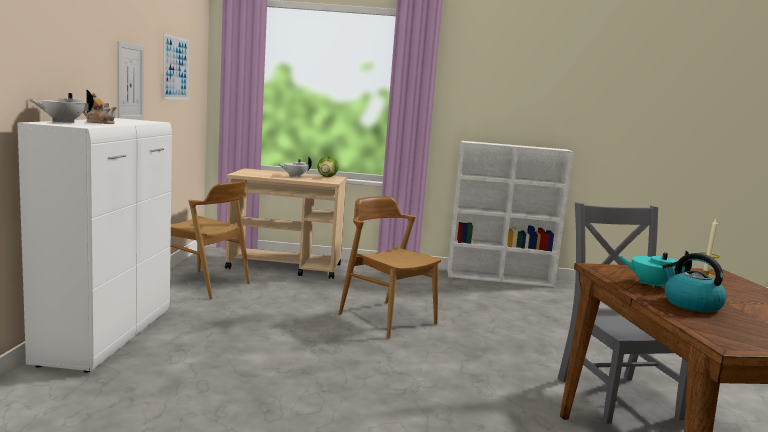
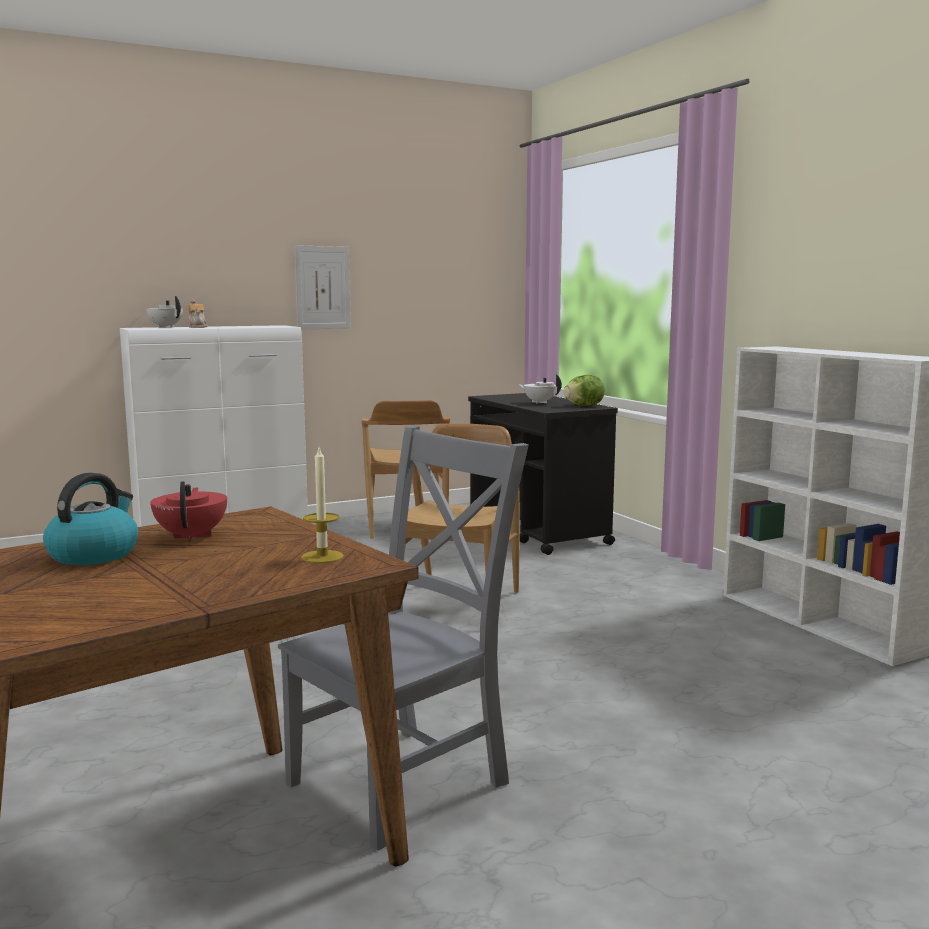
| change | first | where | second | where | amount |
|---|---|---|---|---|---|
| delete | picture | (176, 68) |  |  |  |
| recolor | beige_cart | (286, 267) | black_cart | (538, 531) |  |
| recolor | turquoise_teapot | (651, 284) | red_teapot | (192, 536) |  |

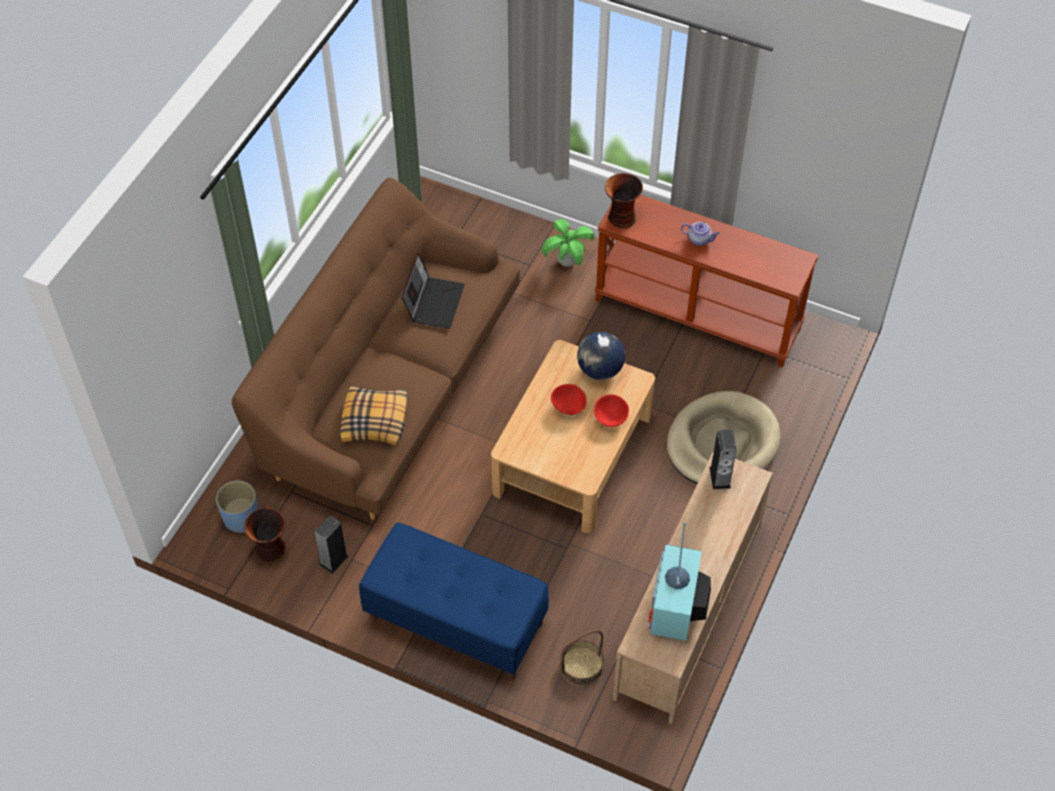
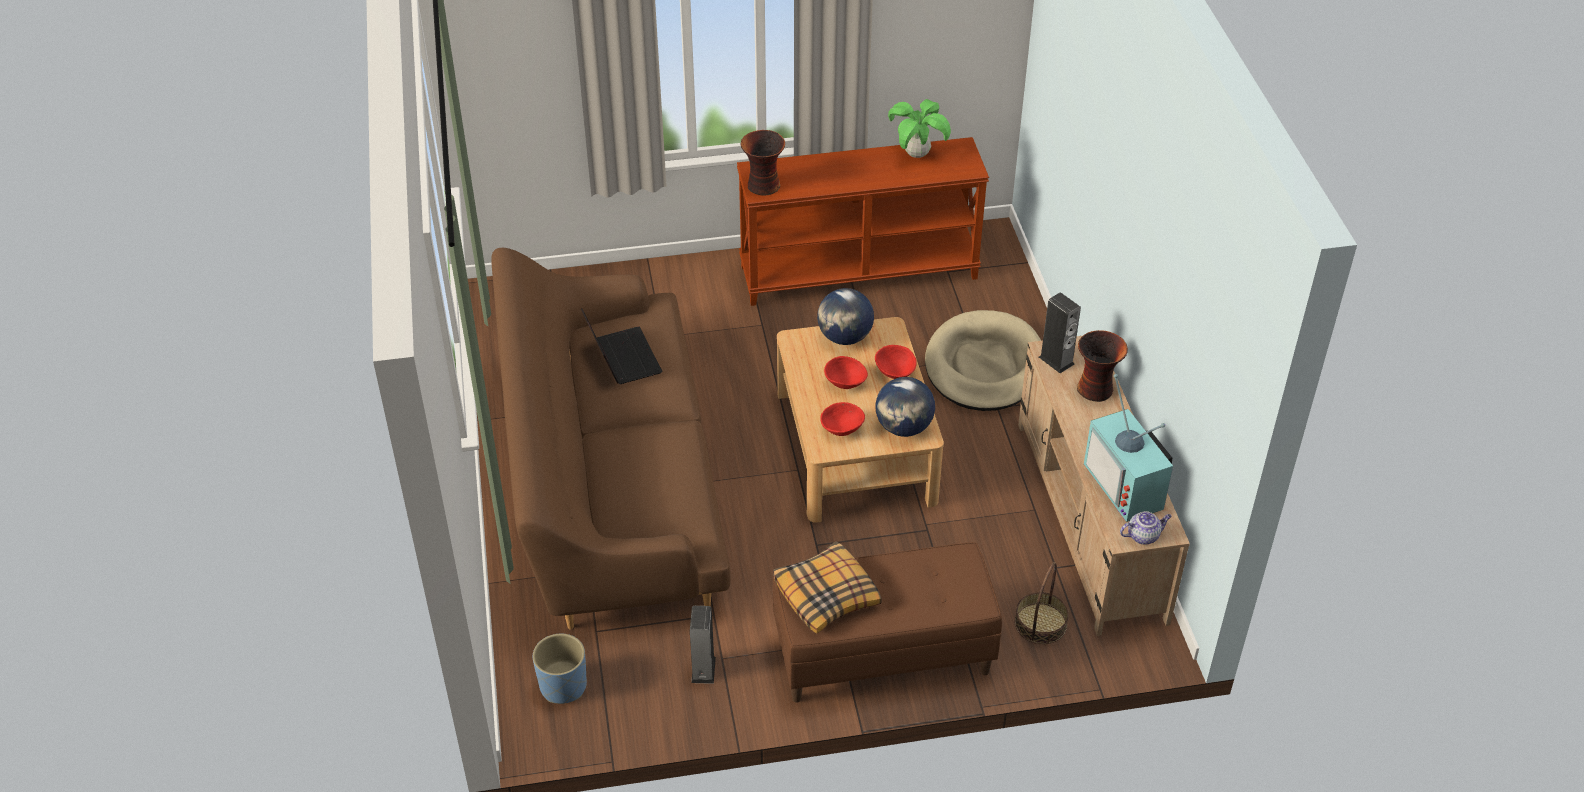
| change | first | where | second | where | amount |
|---|---|---|---|---|---|
| move | potted_plant | (567, 262) |  | (916, 154) |  |
| move | teapot | (699, 239) |  | (1143, 536) |  |
| move | pillow | (375, 421) |  | (827, 595) |  |
| move | vase | (271, 550) |  | (1096, 389) |  |
| recolor | blue_bench | (455, 621) | brown_bench | (882, 655) |  |
| insert |  |  | globe | (903, 428) |  |
| insert |  |  | red_bowl | (842, 429) |  |

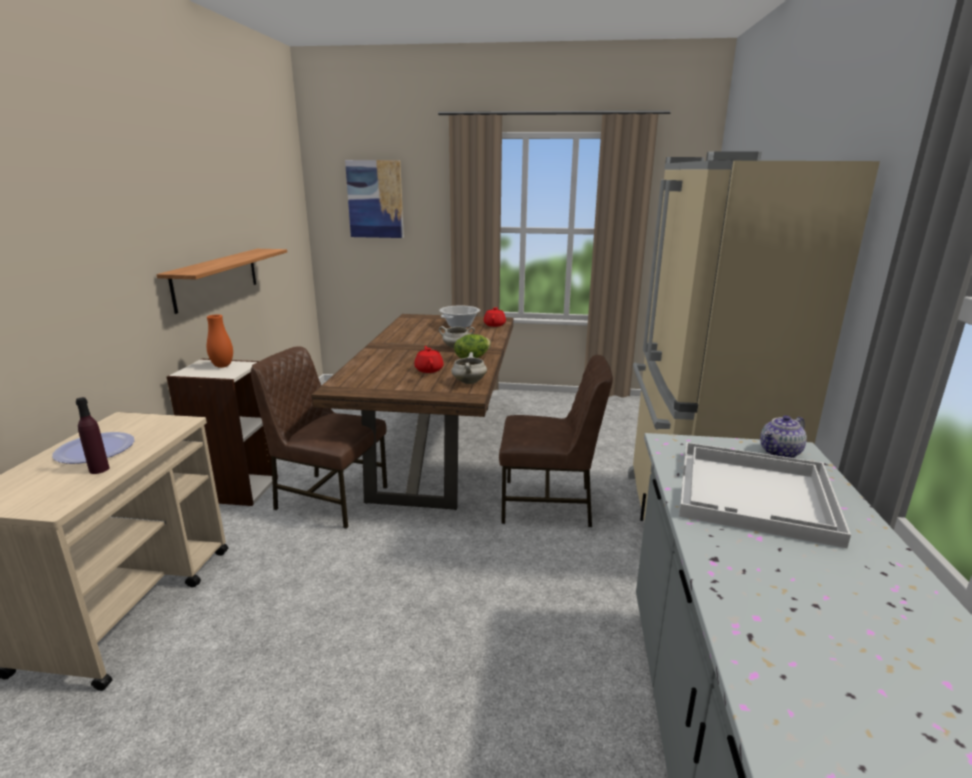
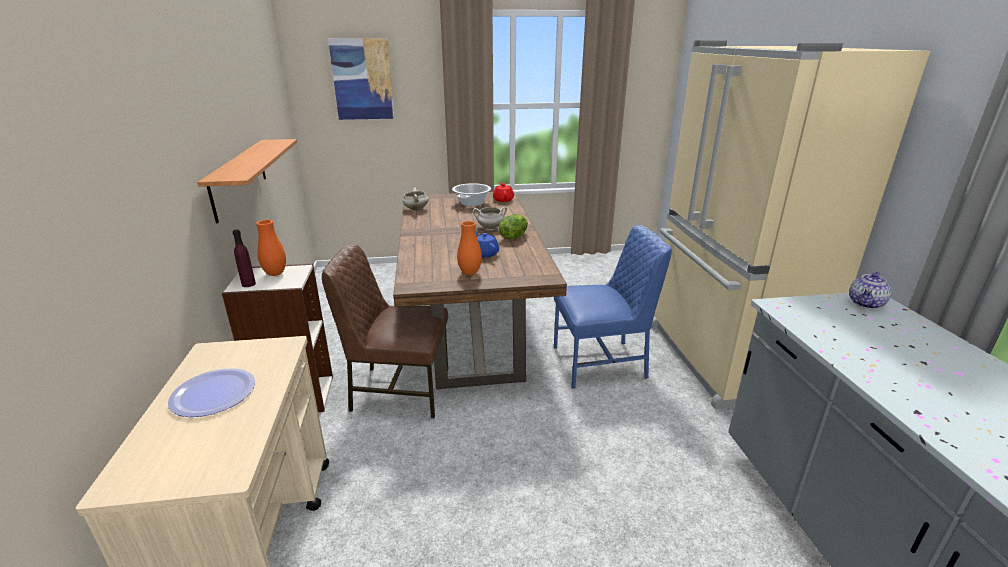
| change | first | where | second | where | amount |
|---|---|---|---|---|---|
| recolor | red_teapot | (429, 369) | blue_teapot | (485, 253) |  |
| move | white_cooking_pot | (468, 382) |  | (415, 209) |  |
| recolor | brown_chair | (548, 504) | blue_chair | (601, 362) |  |
| move | purple_bottle | (99, 469) |  | (248, 284) |  |
| delete | white_tray | (756, 494) |  |  |  |
| insert |  |  | orange_vase | (470, 273) |  |

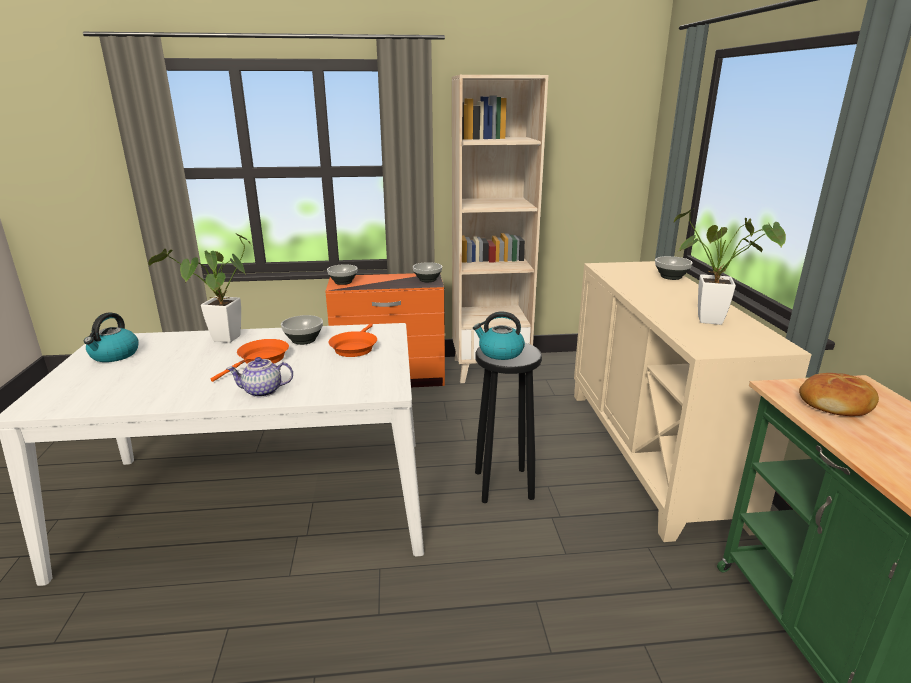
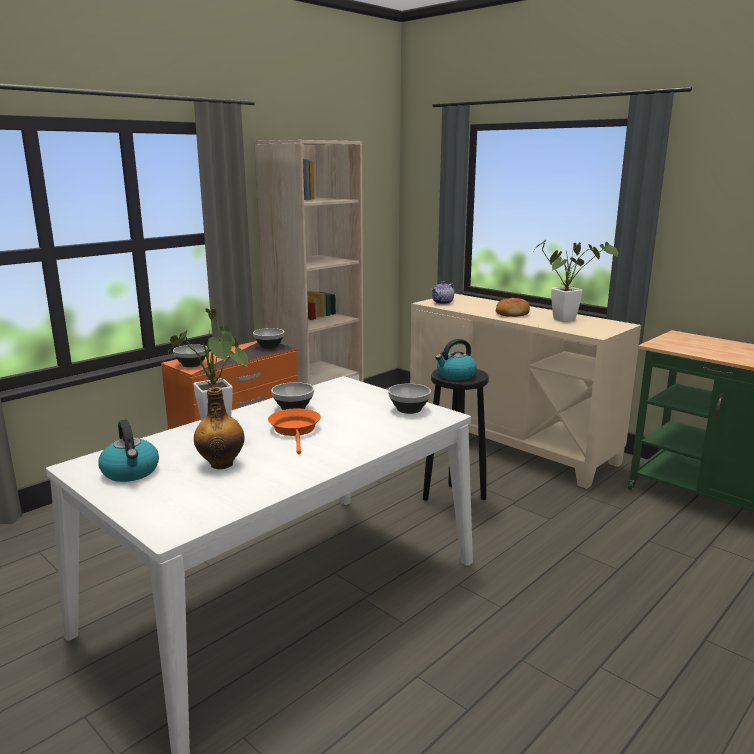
| change | first | where | second | where | amount |
|---|---|---|---|---|---|
| move | bowl | (671, 277) |  | (409, 409) |  |
| delete | orange_frying_pan | (354, 347) |  |  |  |
| move | teapot | (262, 392) |  | (443, 303) |  |
| move | bread | (836, 404) |  | (512, 314) |  |
| insert |  |  | bottle | (221, 463) |  |

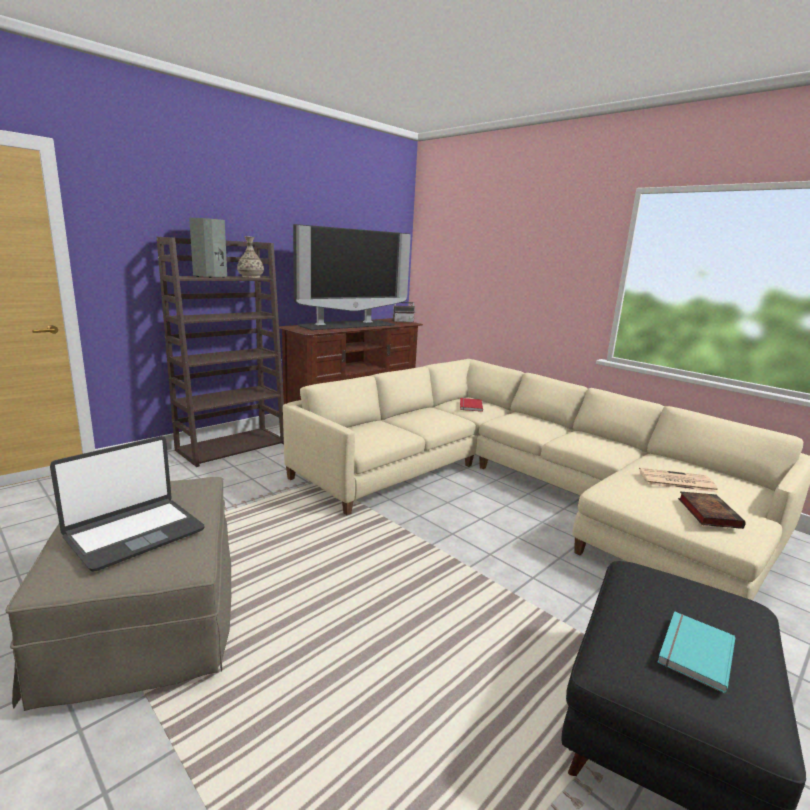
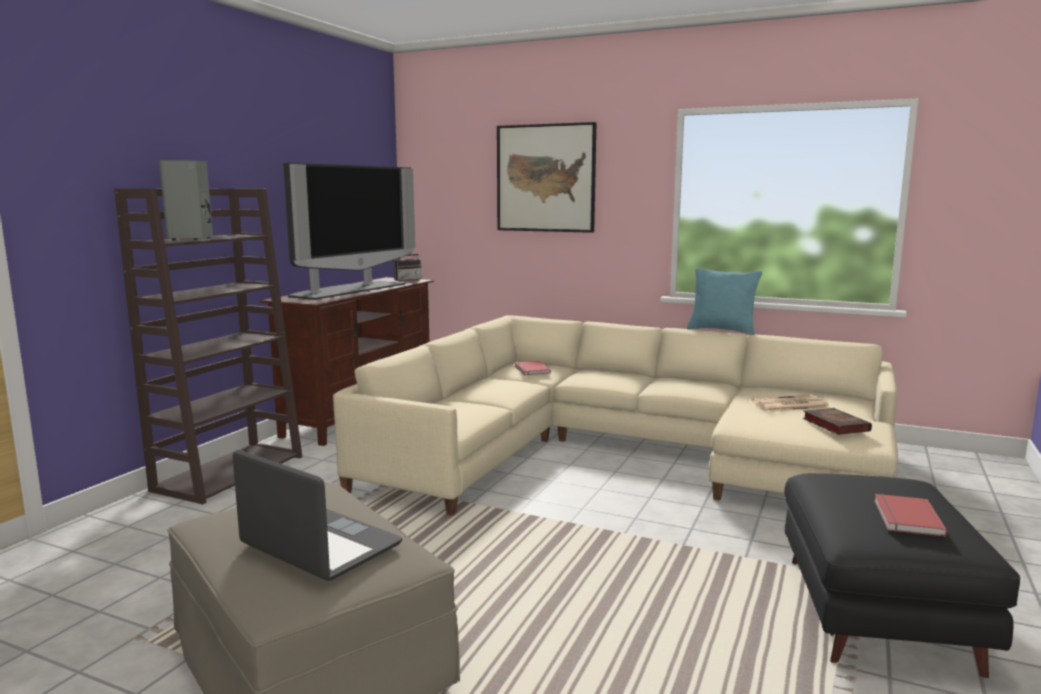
| change | first | where | second | where | amount |
|---|---|---|---|---|---|
| delete | vase | (251, 277) |  |  |  |
| rotate | laptop | (134, 533) |  | (319, 546) | 75 degrees counterclockwise |
| recolor | turquoise_book | (693, 651) | red_book | (905, 517) |  |
| insert |  |  | picture | (545, 178) |  |
| insert |  |  | turquoise_pillow | (722, 330) |  |

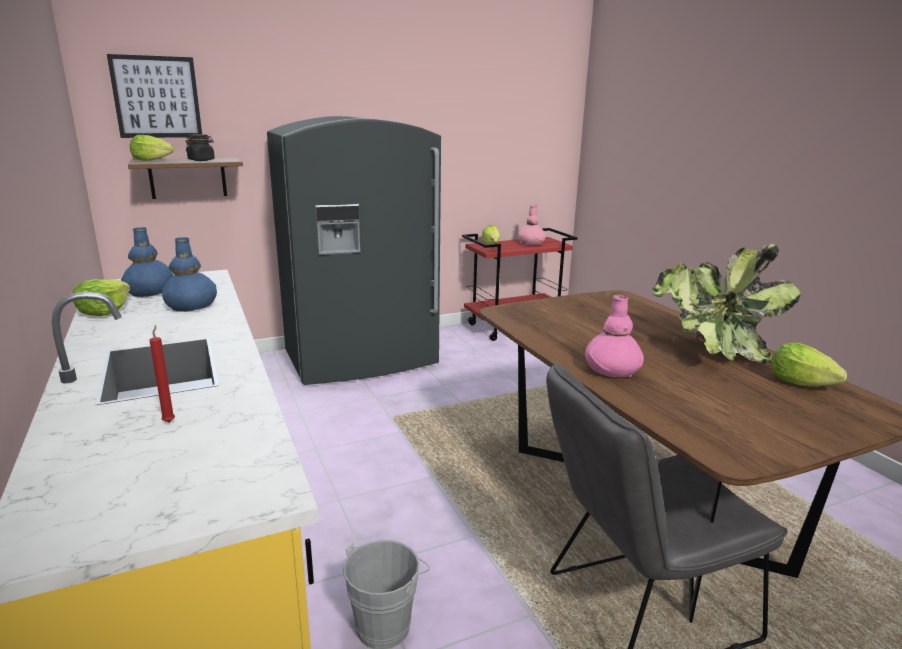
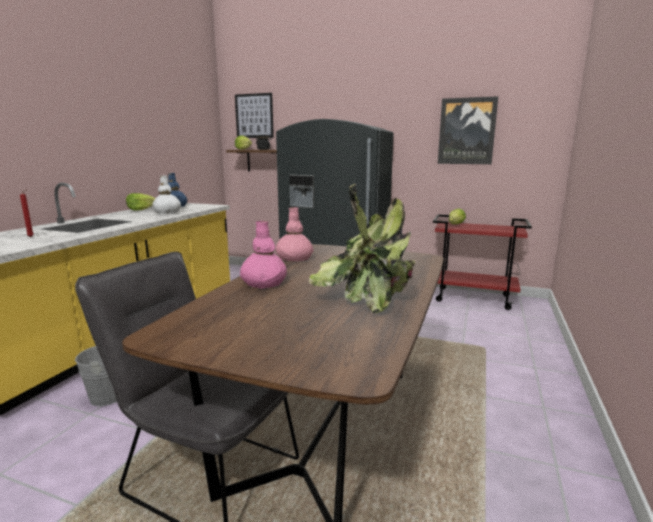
| change | first | where | second | where | amount |
|---|---|---|---|---|---|
| move | pink_vase | (531, 243) |  | (294, 259) |  |
| recolor | blue_vase | (191, 306) | white_vase | (167, 212) |  |
| delete | lettuce | (800, 383) |  |  |  |
| insert |  |  | picture | (466, 131) |  |

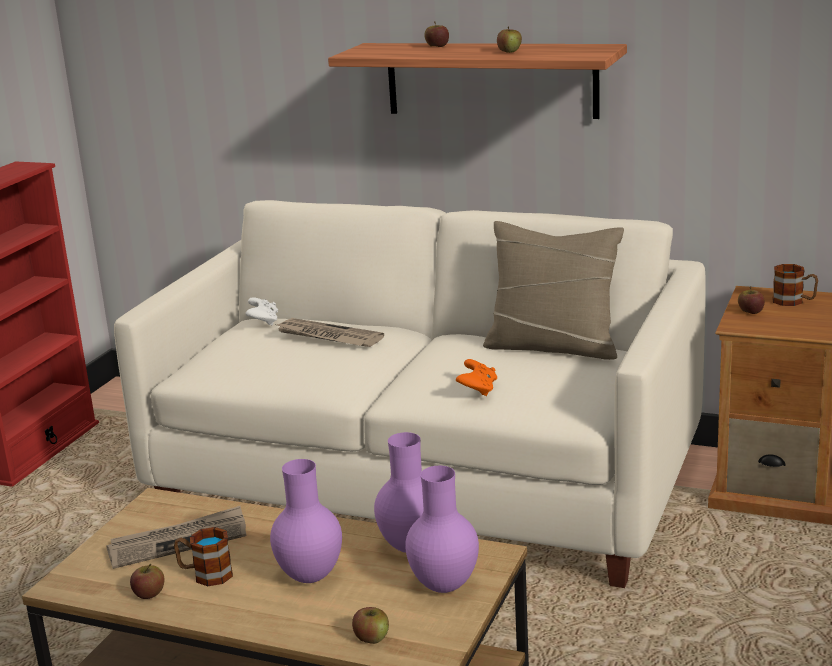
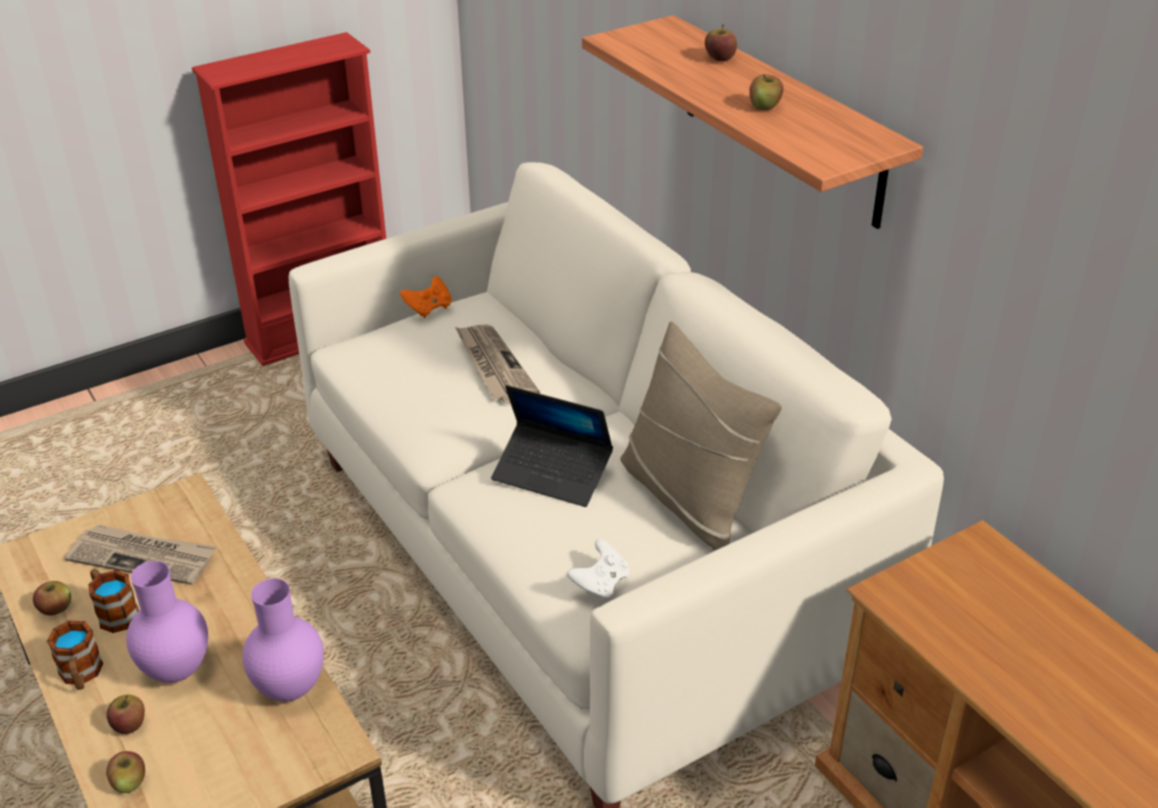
| change | first | where | second | where | amount |
|---|---|---|---|---|---|
| move | mug | (794, 301) |  | (81, 675) |  |
| move | apple | (750, 312) |  | (129, 724) |  |
| move | white_game_controller | (263, 322) |  | (600, 584) |  |
| move | orange_game_controller | (478, 389) |  | (429, 308) |  |
| delete | purple_vase | (442, 586) |  |  |  |
| insert |  |  | laptop | (552, 473) |  |

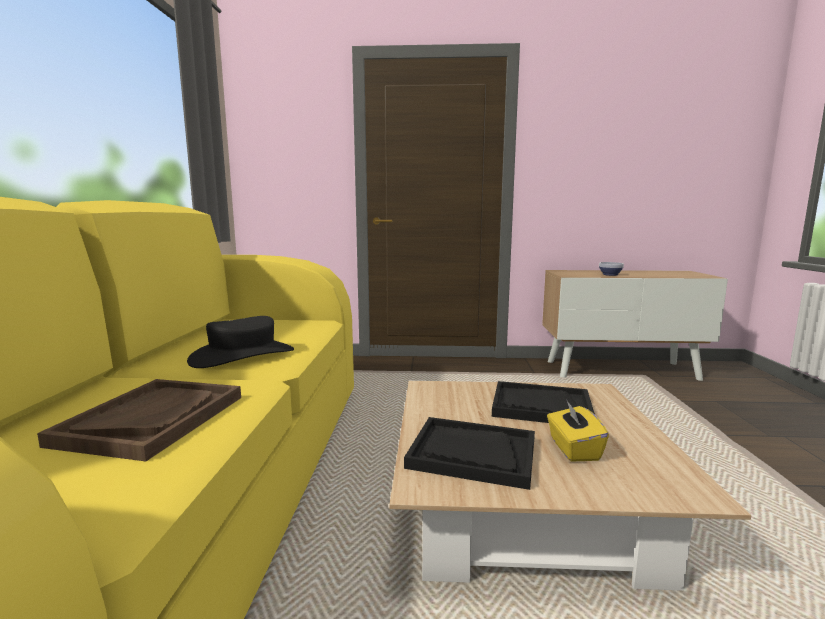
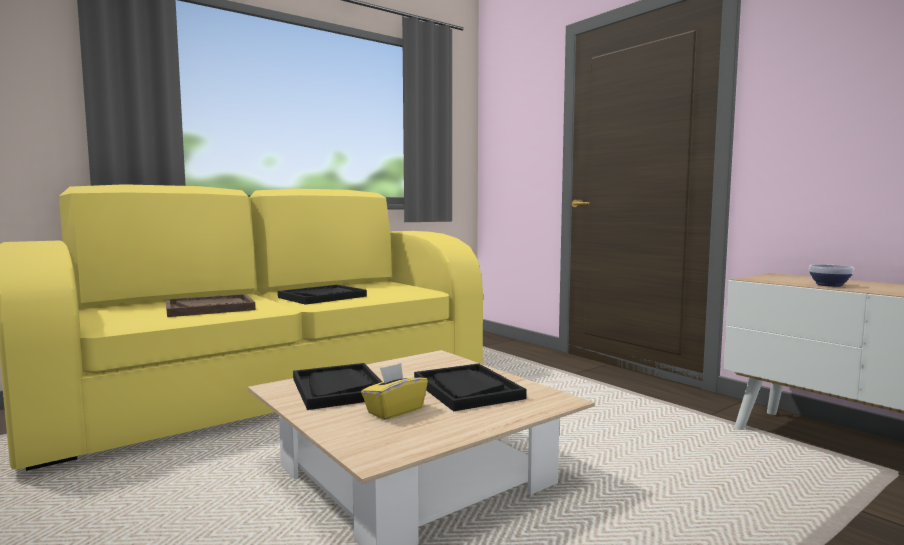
| change | first | where | second | where | amount |
|---|---|---|---|---|---|
| replace | black_hat | (243, 355) | black_tray | (322, 297) |  |

